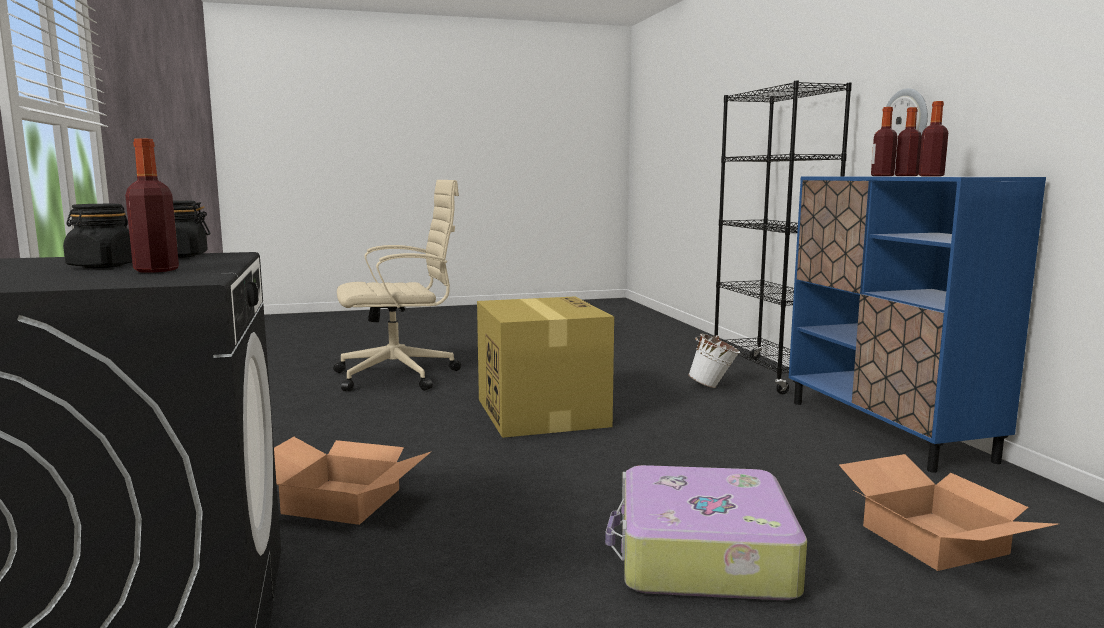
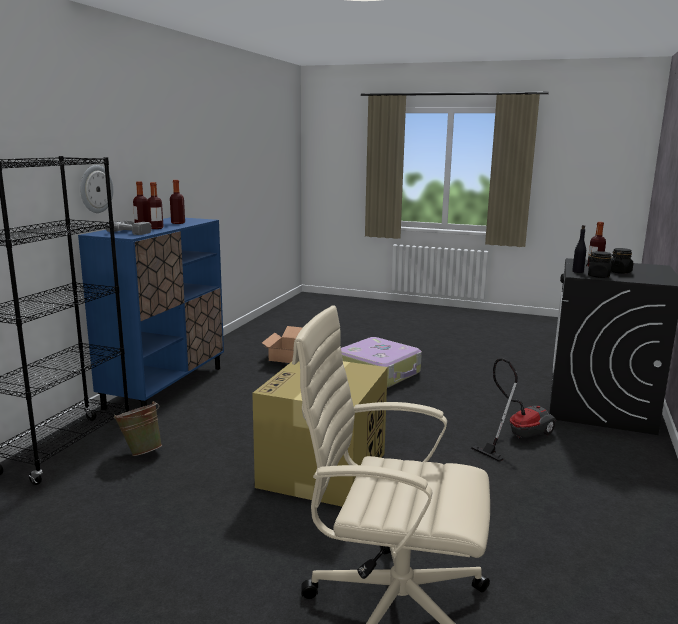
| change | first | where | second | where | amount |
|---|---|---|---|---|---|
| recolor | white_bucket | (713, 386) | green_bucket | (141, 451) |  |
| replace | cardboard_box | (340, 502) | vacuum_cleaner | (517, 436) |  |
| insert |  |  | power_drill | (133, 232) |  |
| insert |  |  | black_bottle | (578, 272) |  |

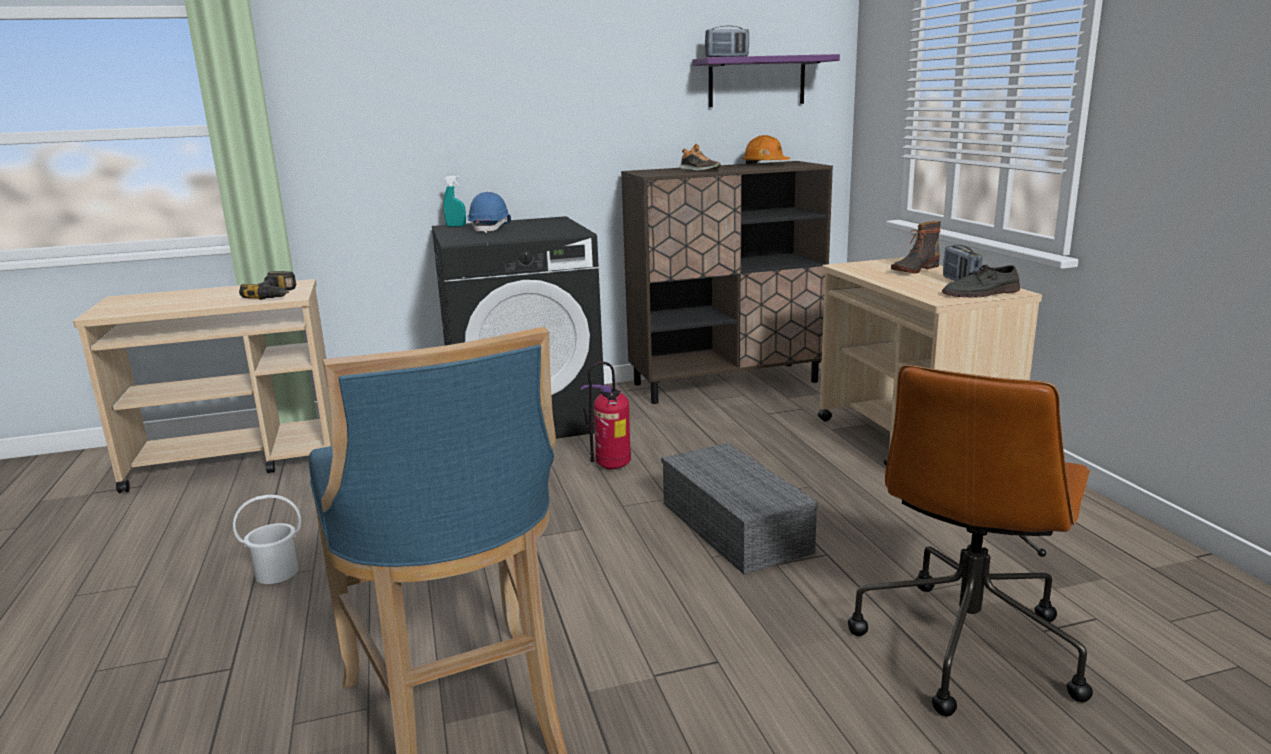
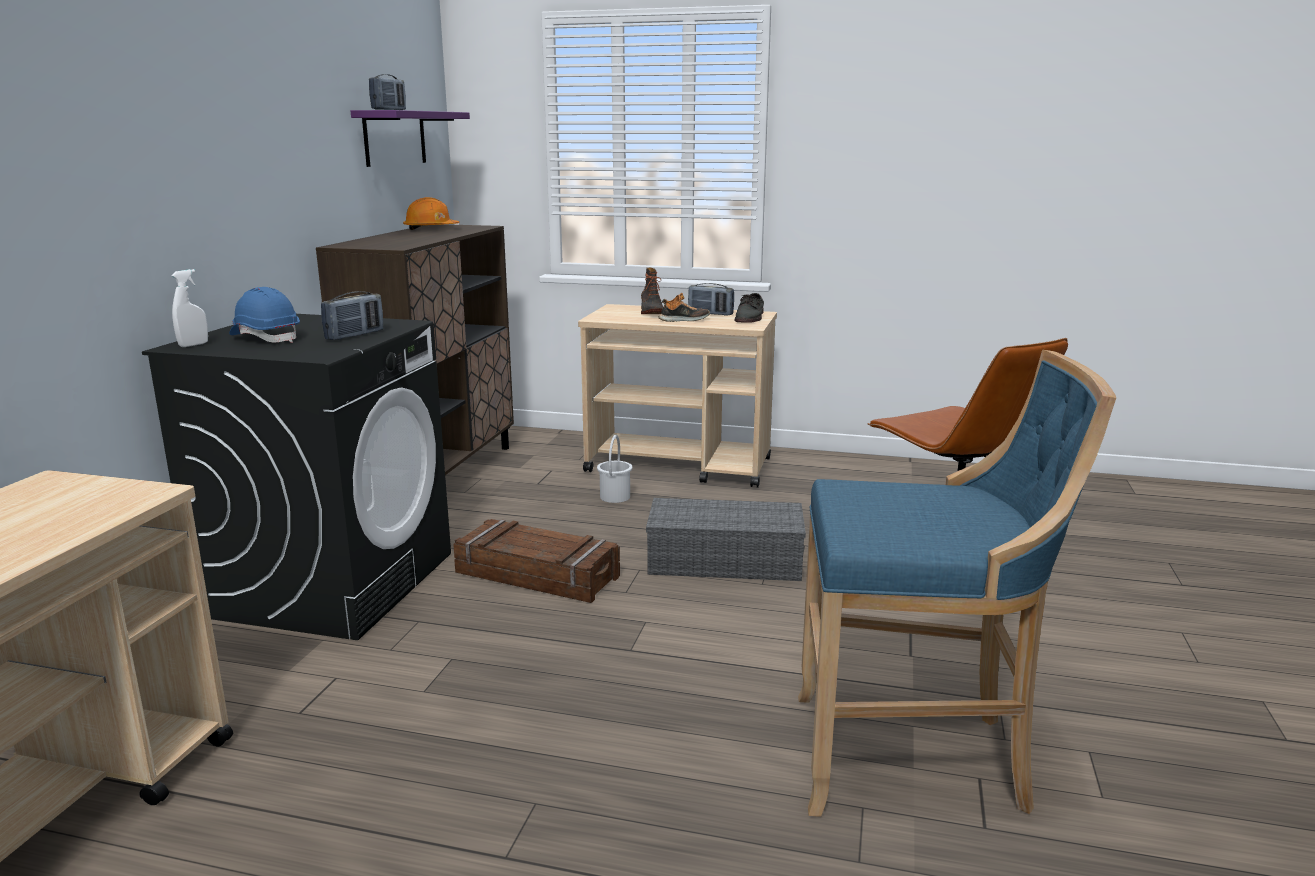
| change | first | where | second | where | amount |
|---|---|---|---|---|---|
| move | shoe | (699, 170) |  | (684, 320) |  |
| recolor | turquoise_spray_bottle | (456, 226) | white_spray_bottle | (193, 345) |  |
| delete | power_drill | (277, 294) |  |  |  |
| replace | fire_extinguisher | (611, 467) | crate | (538, 574) |  |
| move | white_bucket | (276, 572) |  | (614, 497) |  |
| insert |  |  | radio | (355, 335) |  |

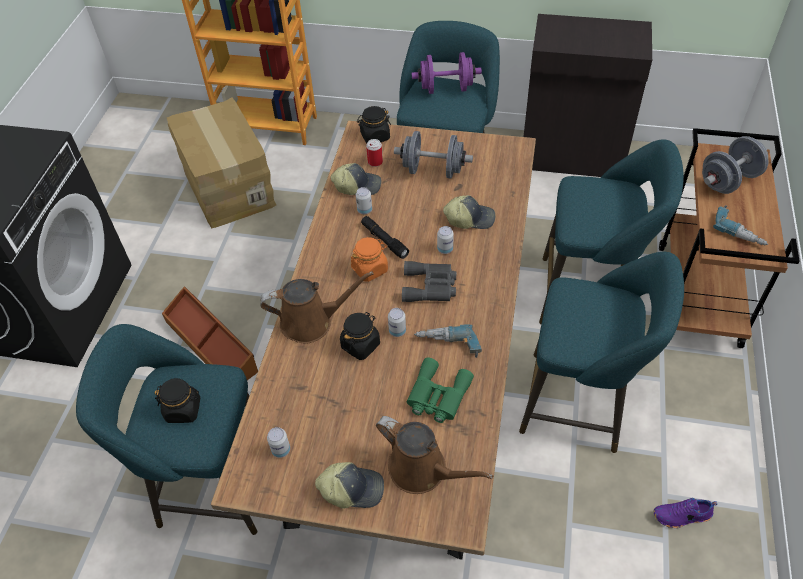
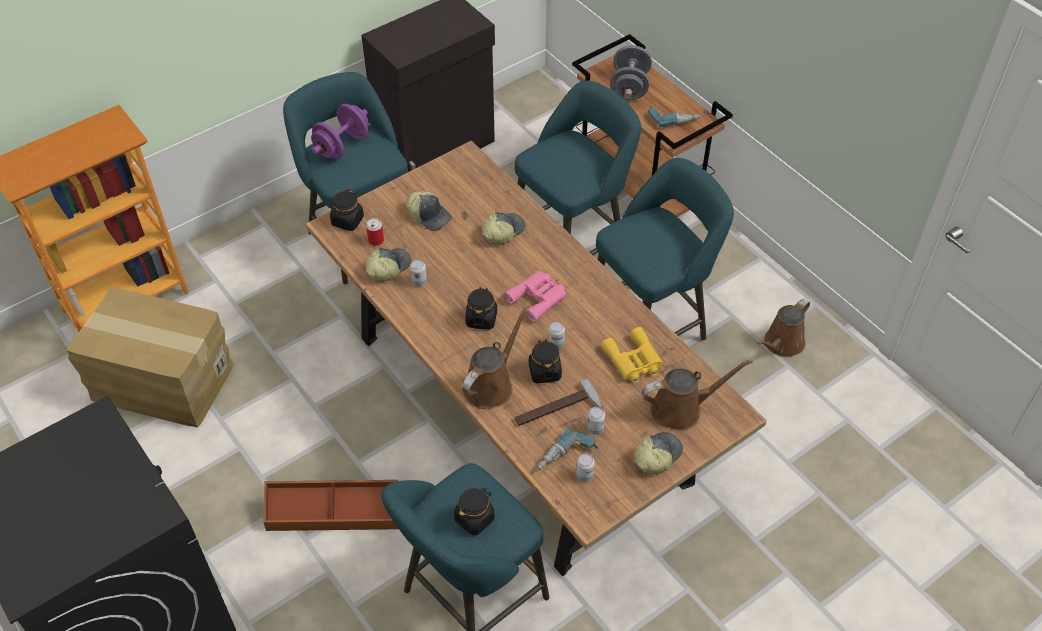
| change | first | where | second | where | amount |
|---|---|---|---|---|---|
| replace | grey_dumbbell | (433, 170) | cap | (429, 216) |  |
| delete | black_flashlight | (384, 240) |  |  |  |
| move | can | (445, 249) |  | (595, 429) |  |
| recolor | orange_jar | (370, 269) | black_jar | (481, 319) |  |
| recolor | grey_binoculars | (430, 286) | pink_binoculars | (538, 298) |  |
| move | power_drill | (447, 347) |  | (566, 459) |  |
| recolor | green_binoculars | (437, 396) | yellow_binoculars | (633, 361) |  |
| replace | purple_shoe | (682, 516) | brown_watering_can | (781, 344) |  |
| insert |  |  | hammer | (557, 411) |  |

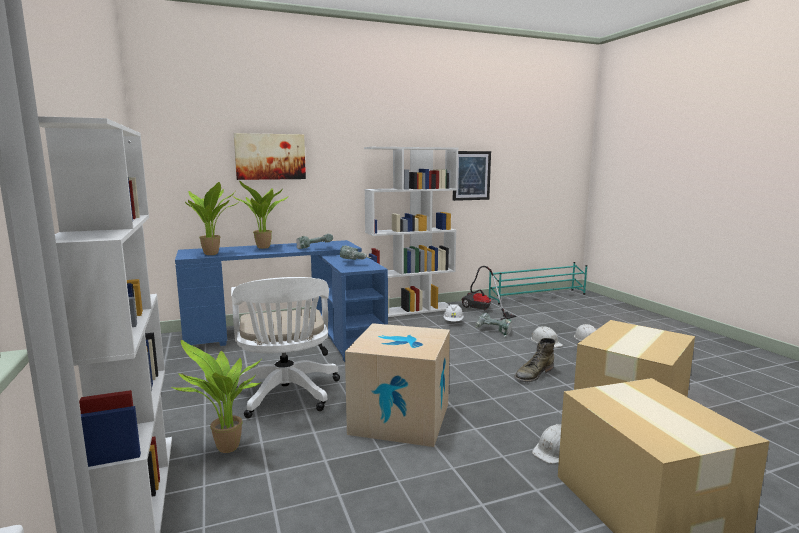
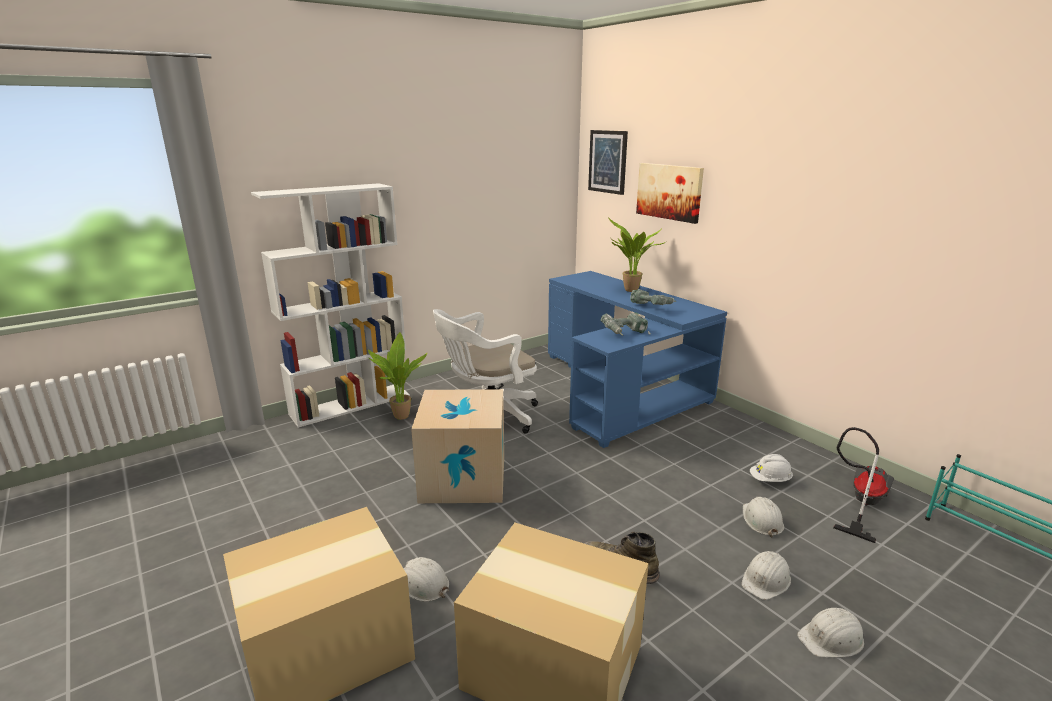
| change | first | where | second | where | amount |
|---|---|---|---|---|---|
| delete | white_bookcase | (411, 310) |  |  |  |
| move | picture | (471, 175) |  | (608, 161) |  |
| delete | potted_plant | (214, 254) |  |  |  |
| replace | power_drill | (492, 332) | white_hard_hat | (761, 520) |  |

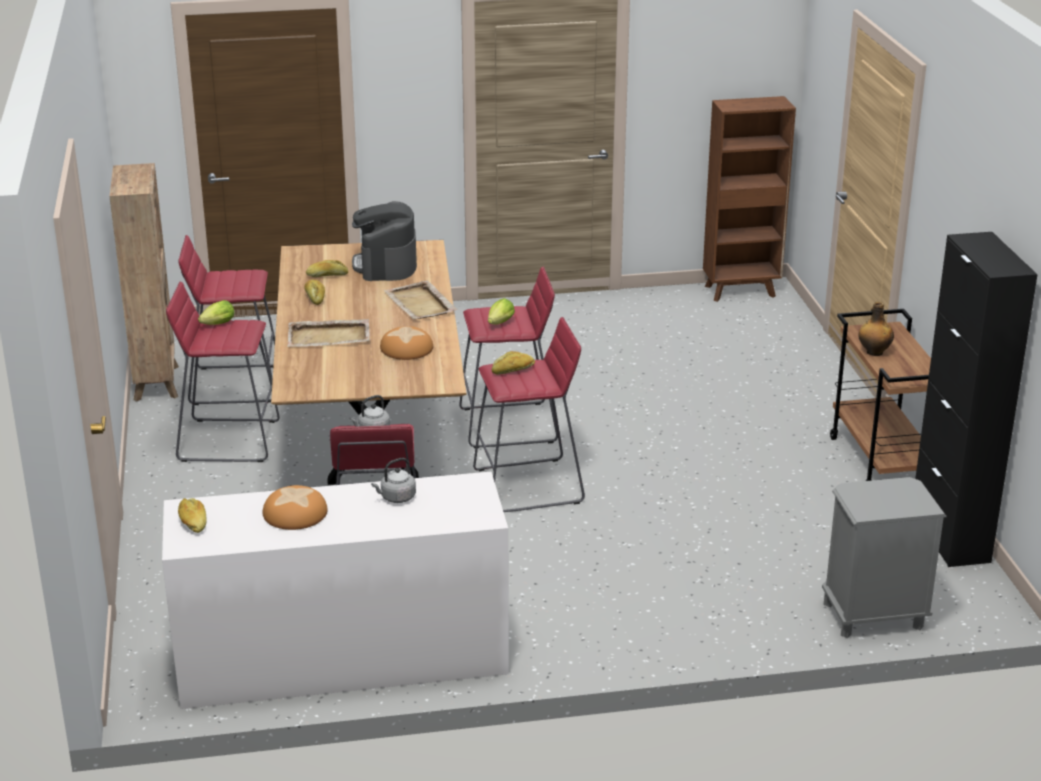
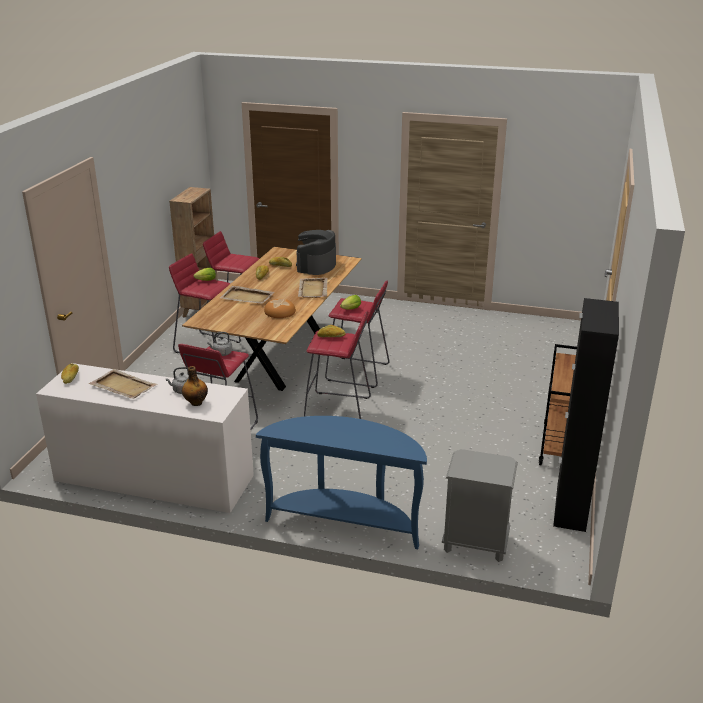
| change | first | where | second | where | amount |
|---|---|---|---|---|---|
| delete | brown_bookcase | (741, 291) |  |  |  |
| move | bottle | (874, 352) |  | (196, 402) |  |
| replace | bread | (294, 514) | beige_tray | (123, 386) |  |
| insert |  |  | blue_console_table | (345, 521) |  |

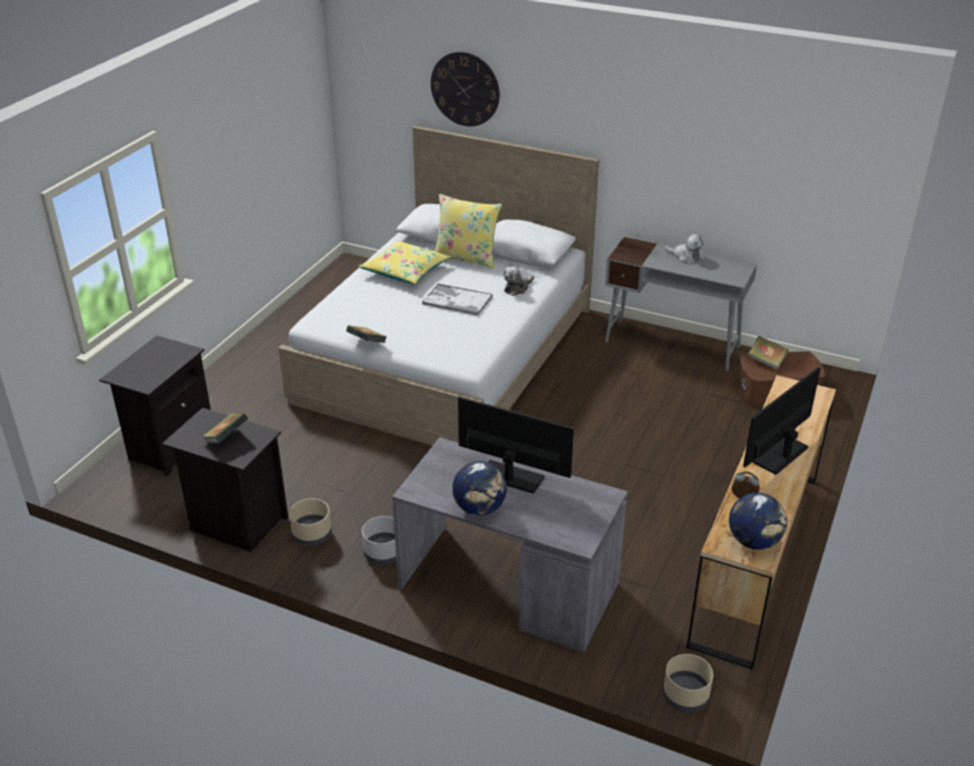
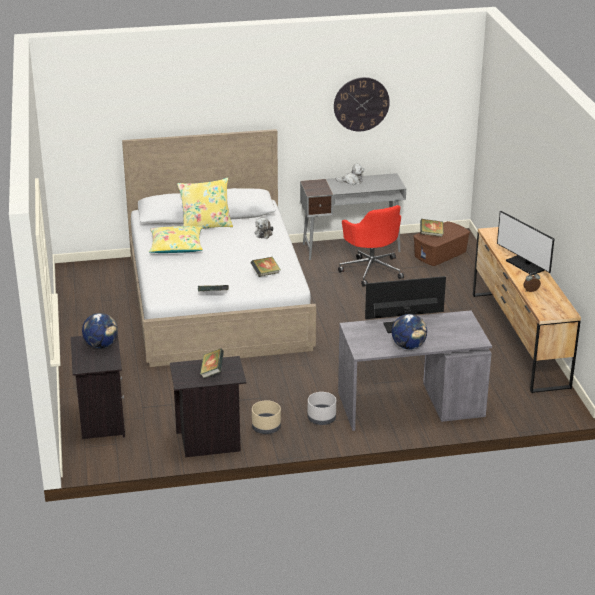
| change | first | where | second | where | amount |
|---|---|---|---|---|---|
| move | wall_clock | (465, 89) |  | (361, 104) |  |
| delete | tray | (456, 300) |  |  |  |
| rotate | monitor | (780, 455) |  | (525, 265) | 45 degrees counterclockwise |
| move | globe | (754, 541) |  | (101, 345) |  |
| delete | beige_planter | (686, 696) |  |  |  |
| insert |  |  | red_office_chair | (371, 270) |  |
| insert |  |  | book | (265, 274) |  |

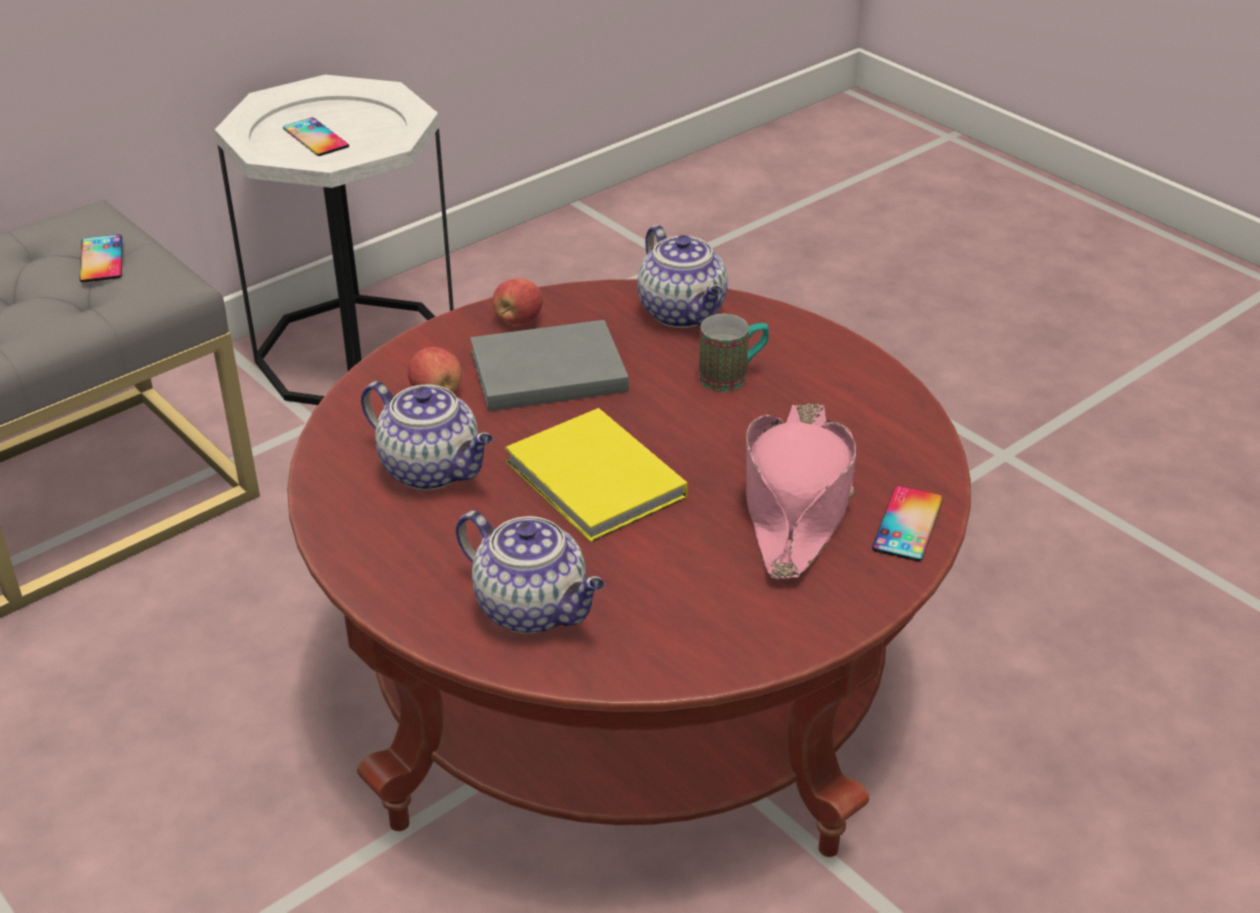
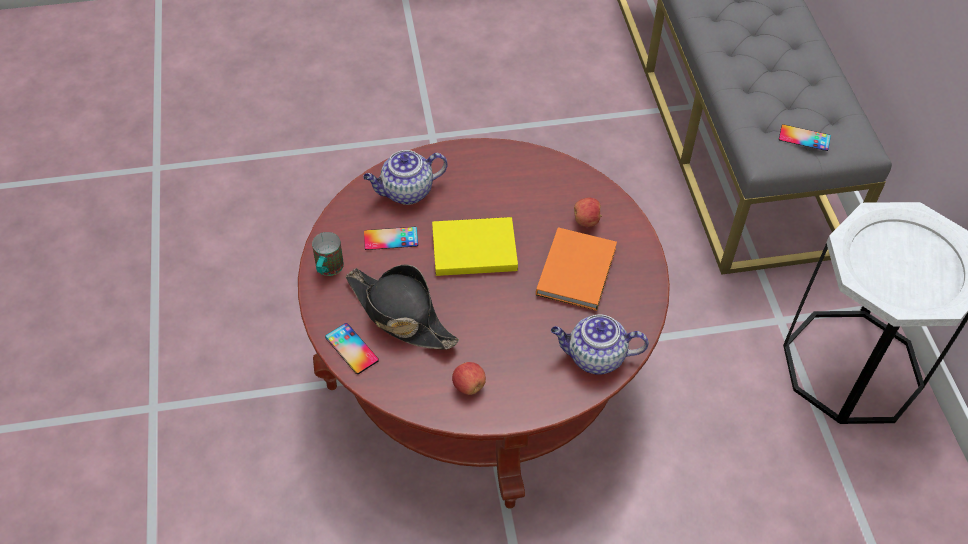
| change | first | where | second | where | amount |
|---|---|---|---|---|---|
| move | phone | (315, 137) |  | (391, 238) |  |
| move | apple | (518, 321) |  | (468, 386) |  |
| move | mug | (733, 376) |  | (327, 270) |  |
| recolor | grey_book | (543, 371) | orange_book | (578, 269) |  |
| delete | teapot | (433, 470) |  |  |  |
| recolor | pink_hat | (796, 503) | black_hat | (400, 314) |  |

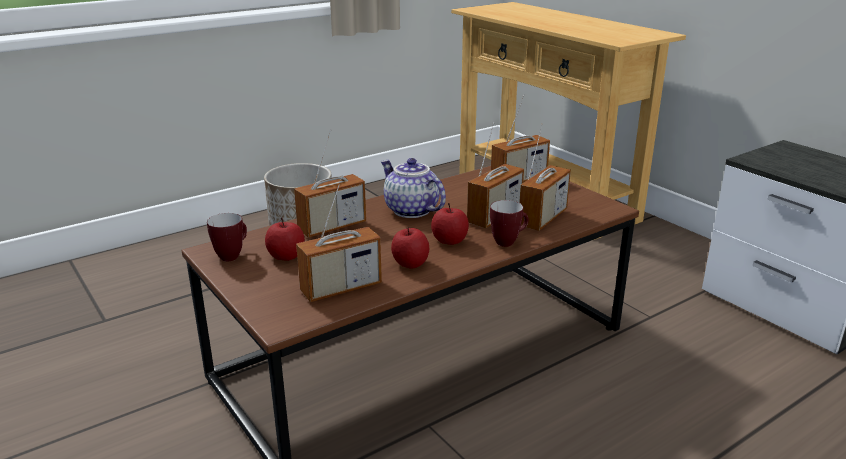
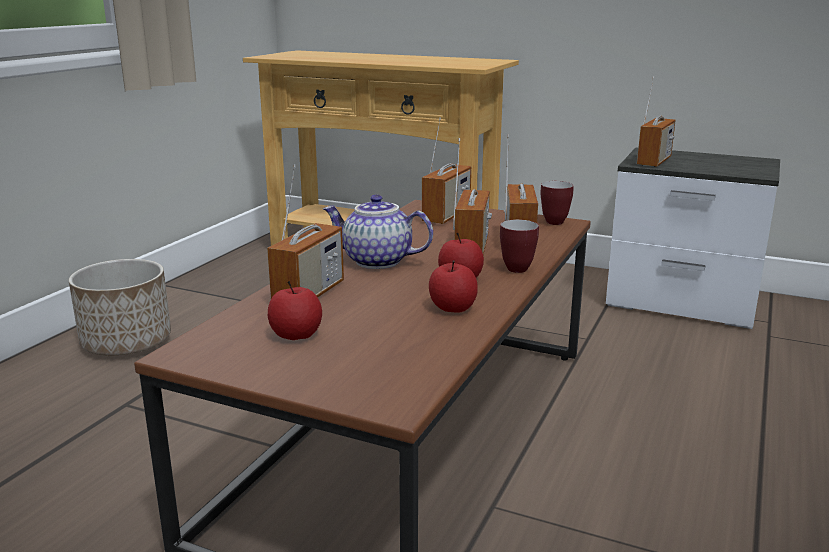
| change | first | where | second | where | amount |
|---|---|---|---|---|---|
| move | radio | (341, 288) |  | (654, 161) |  |
| move | mug | (232, 255) |  | (553, 221) |  |

